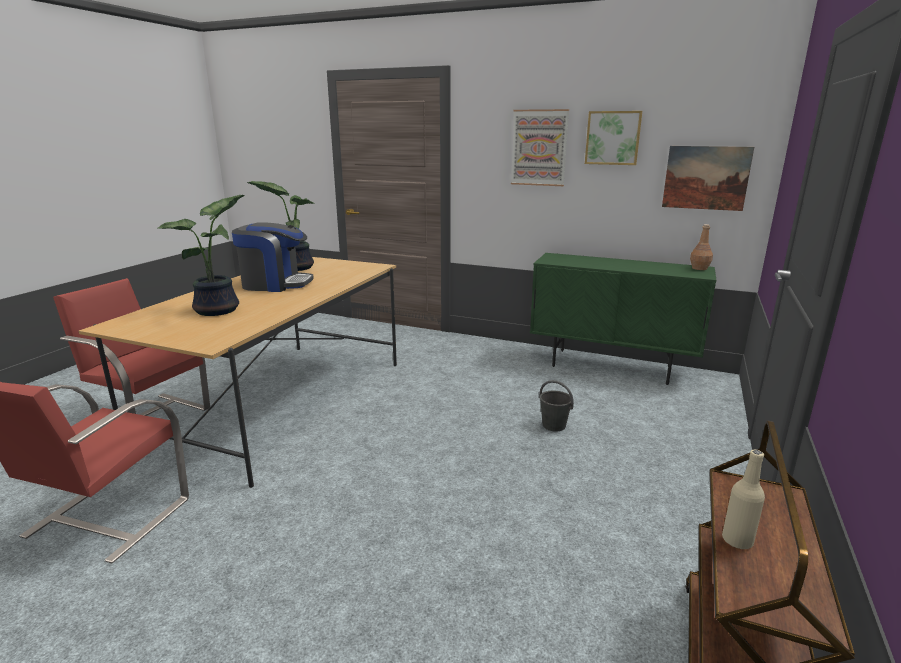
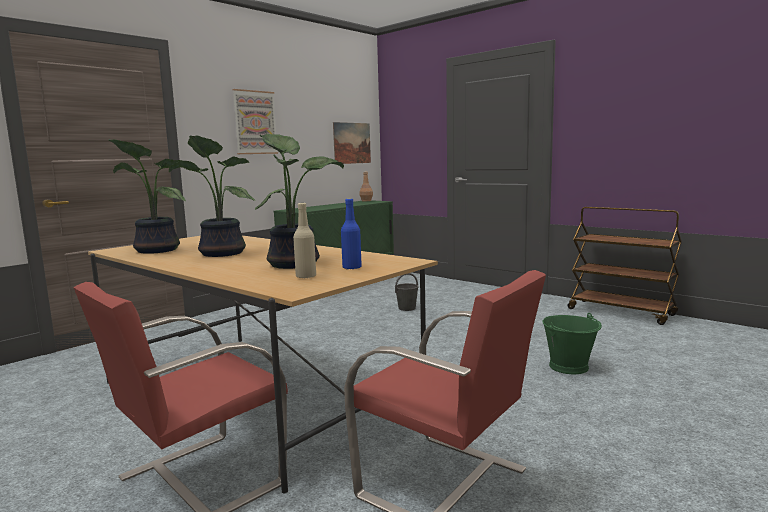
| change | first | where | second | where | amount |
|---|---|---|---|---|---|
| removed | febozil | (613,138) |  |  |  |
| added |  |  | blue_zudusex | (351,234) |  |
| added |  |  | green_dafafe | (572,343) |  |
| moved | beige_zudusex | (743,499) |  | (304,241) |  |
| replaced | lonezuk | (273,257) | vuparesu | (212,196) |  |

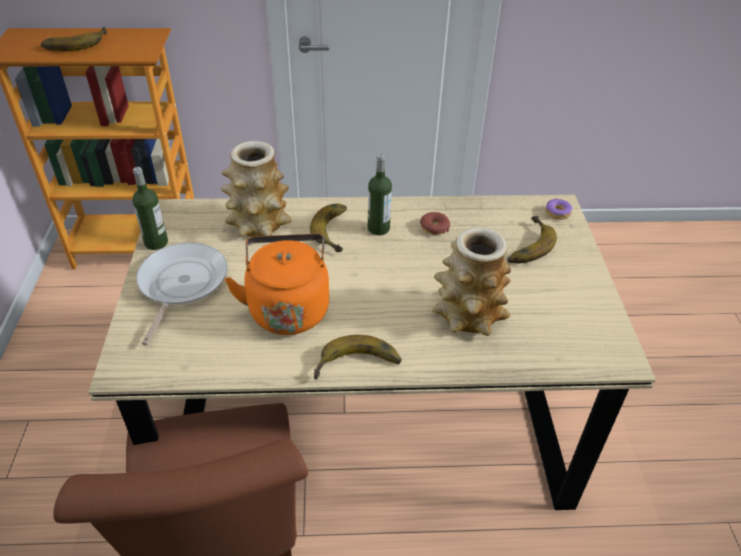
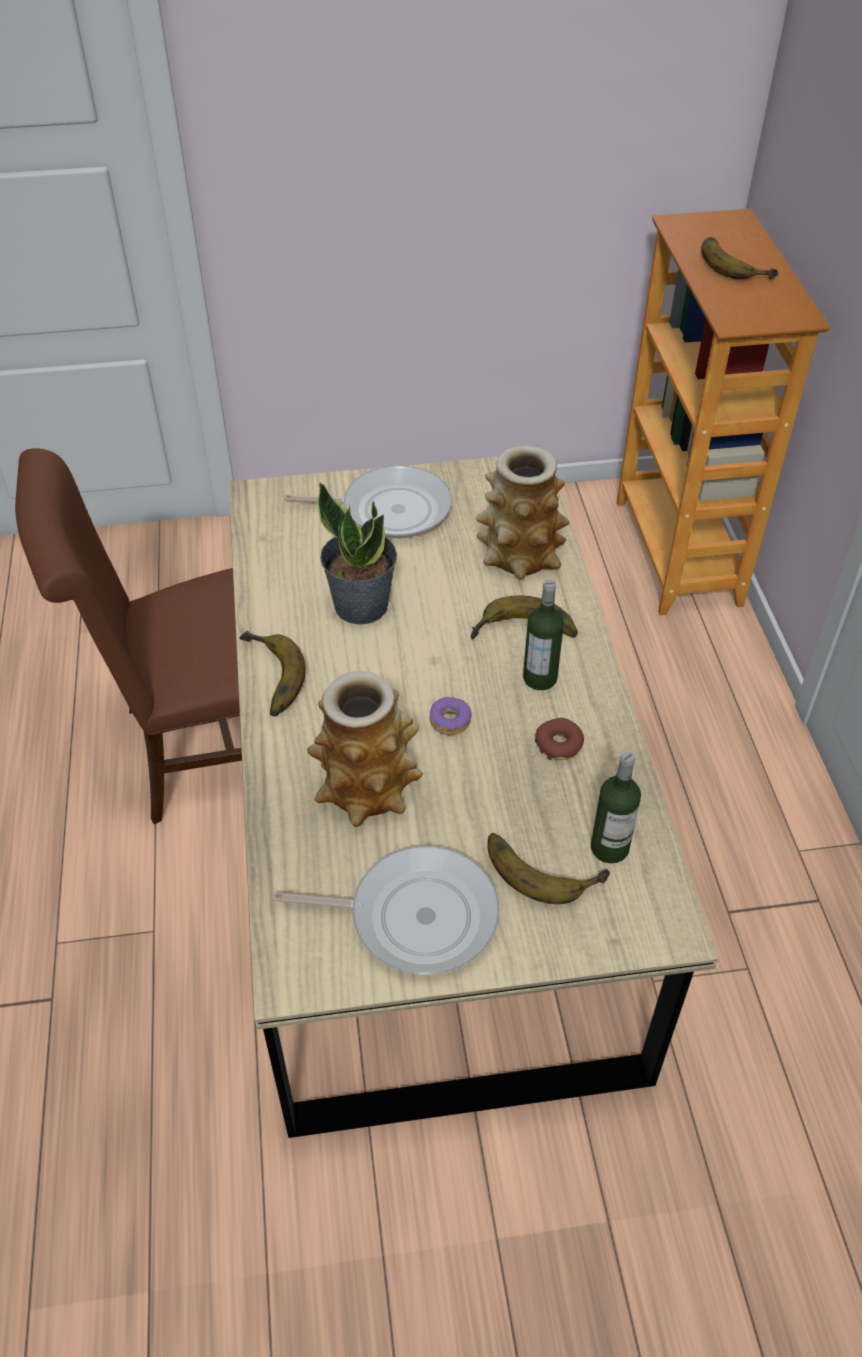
| change | first | where | second | where | amount |
|---|---|---|---|---|---|
| added |  |  | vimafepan | (385,910) |  |
| moved | zudusex | (150,208) |  | (616,807) |  |
| moved | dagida | (558,209) |  | (451,716) |  |
| replaced | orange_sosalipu | (277,284) | vuparesu | (357,553) |  |

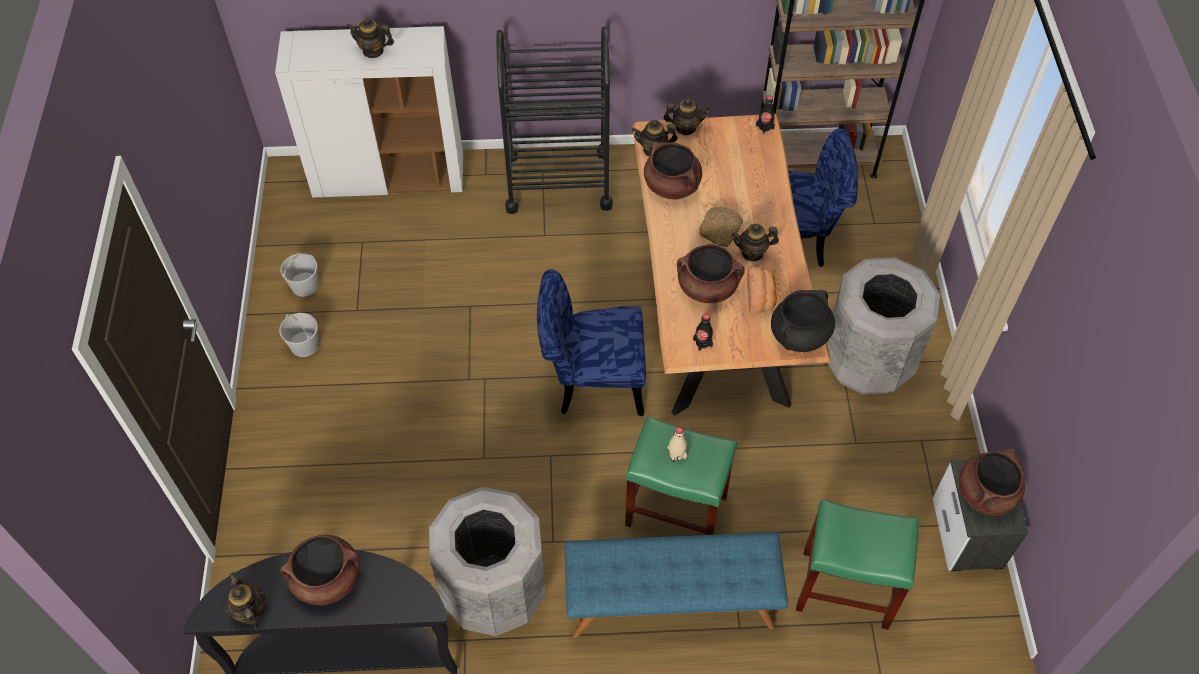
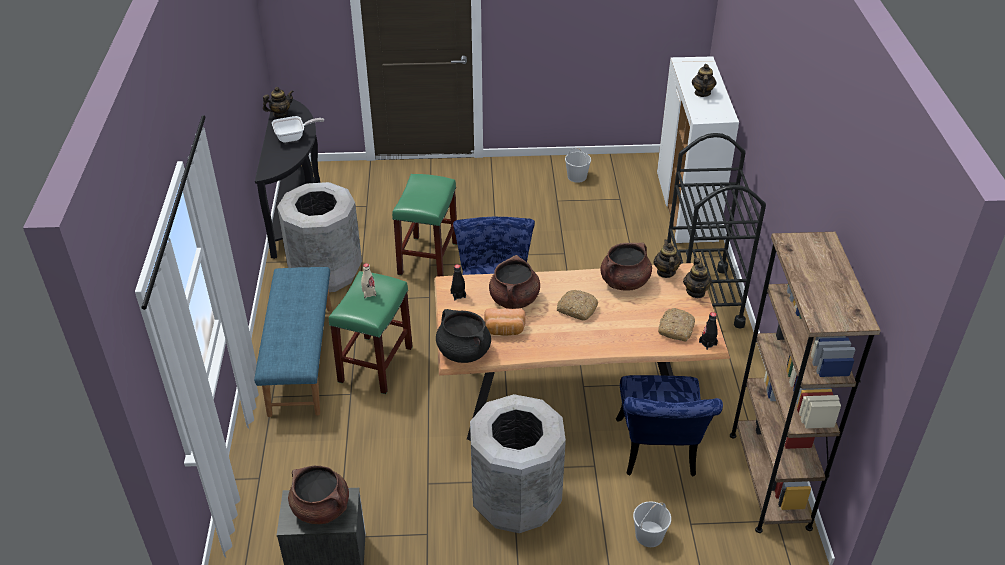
| change | first | where | second | where | amount |
|---|---|---|---|---|---|
| removed | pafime | (755,242) |  |  |  |
| added |  |  | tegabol | (676,324) |  |
| moved | white_dafafe | (299,335) |  | (652,524) |  |
| moved | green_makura | (857,564) |  | (424,225) |  |
| replaced | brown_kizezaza | (320,570) | vimafepan | (298,129) |  |

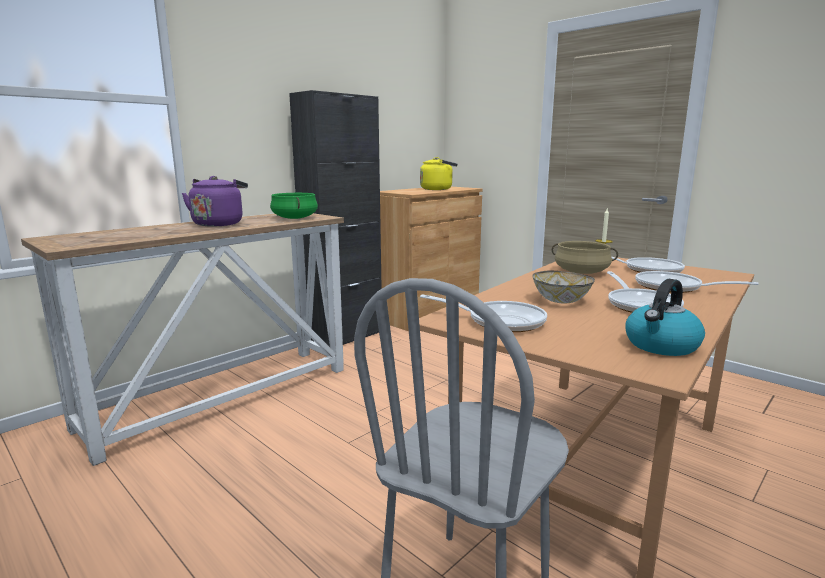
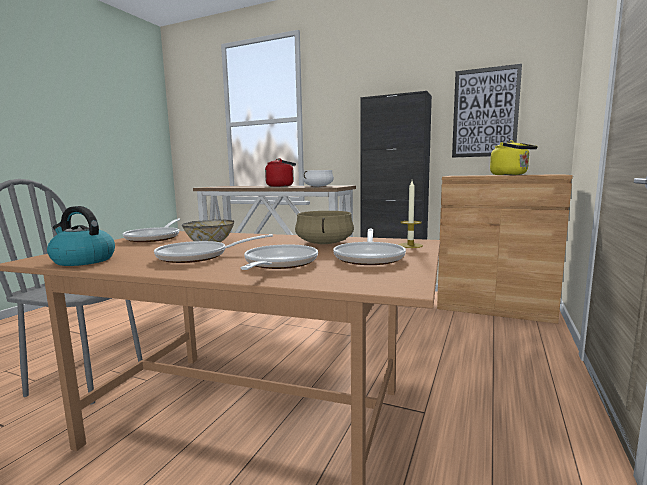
| change | first | where | second | where | amount |
|---|---|---|---|---|---|
| added |  |  | febozil | (487,111) |  |
| recoloured | purple_sosalipu | (215,201) | red_sosalipu | (280,172) |  |
| recoloured | green_kizezaza | (294,206) | white_kizezaza | (318,178) |  |

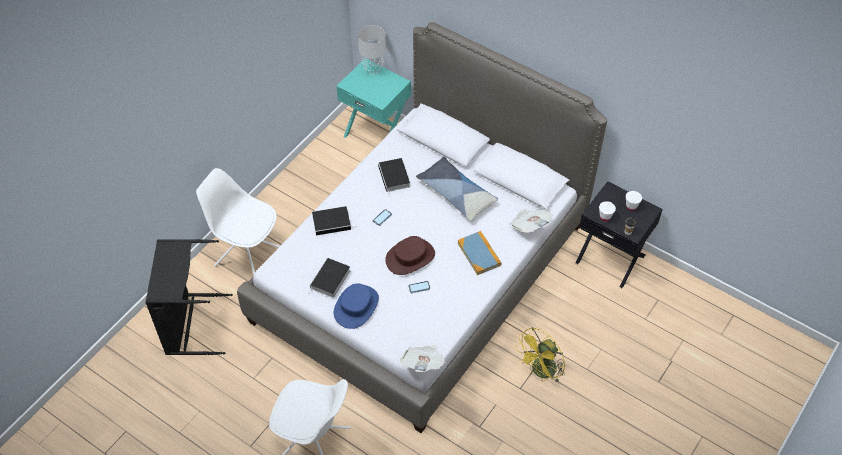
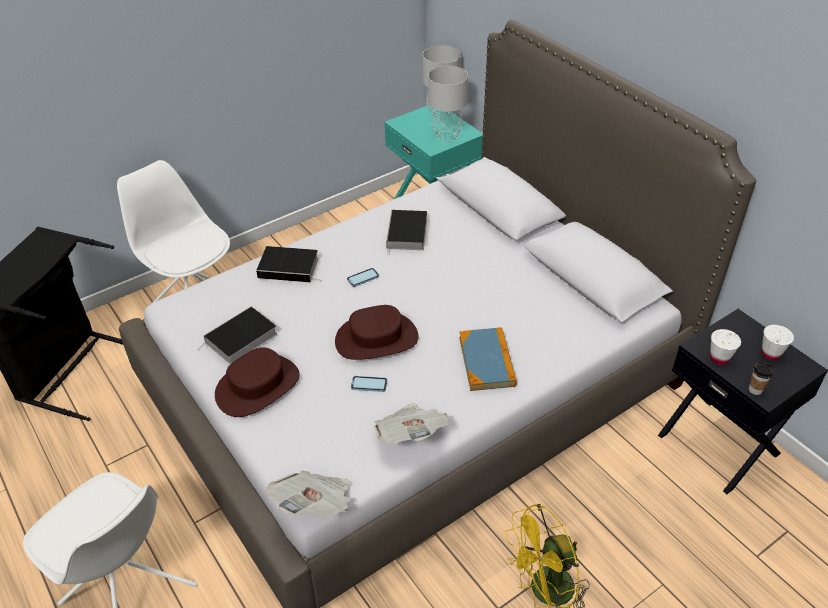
| change | first | where | second | where | amount |
|---|---|---|---|---|---|
| removed | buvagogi | (457,189) |  |  |  |
| added |  |  | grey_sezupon | (448,103) |  |
| moved | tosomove | (531,221) |  | (411,424) |  |
| recoloured | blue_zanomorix | (356,306) | brown_zanomorix | (257,382) |  |

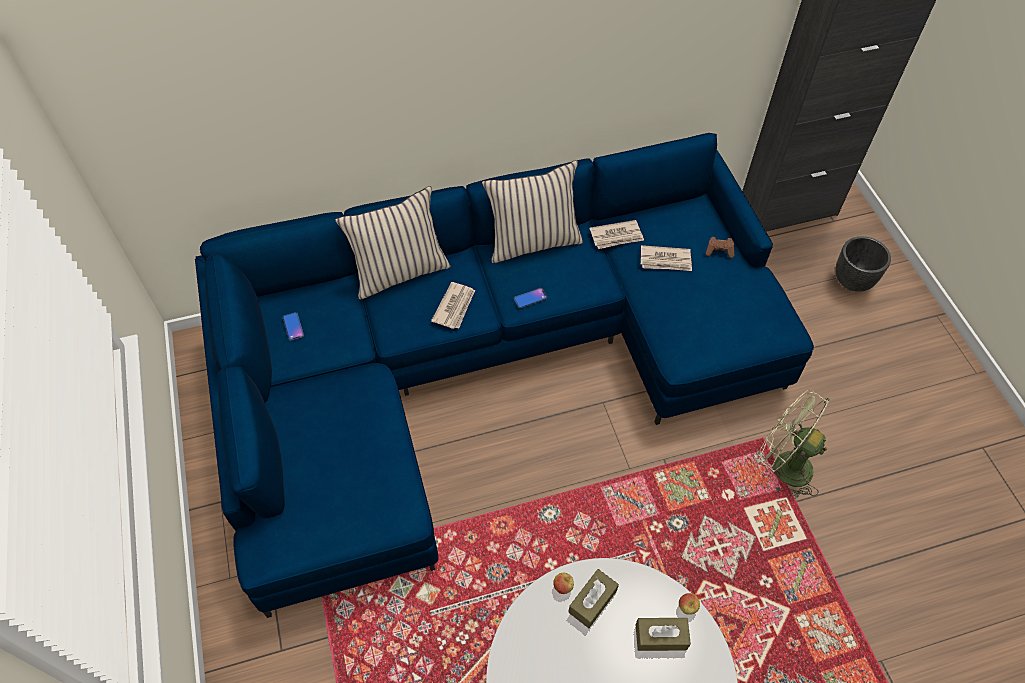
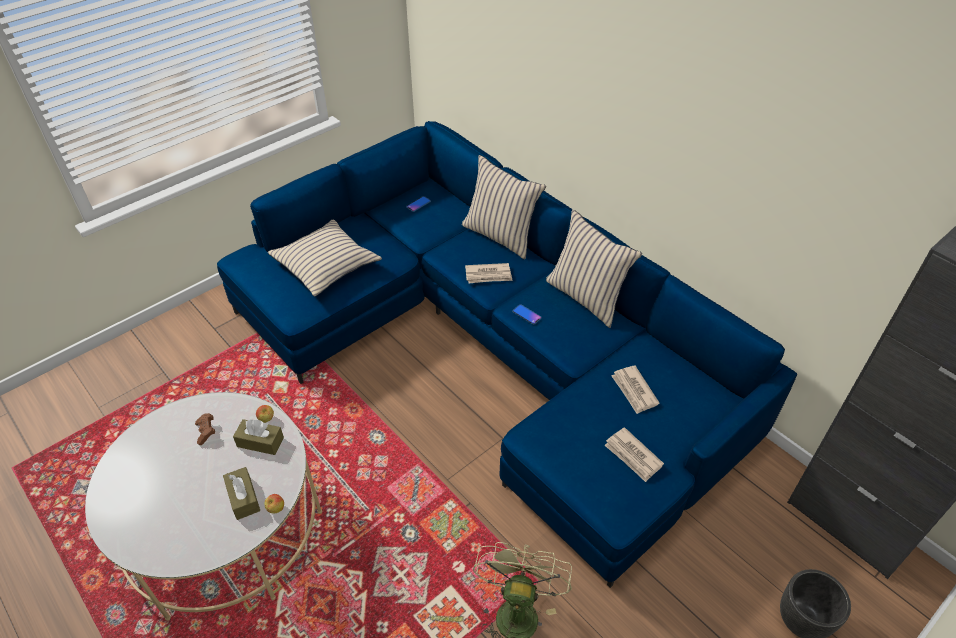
| change | first | where | second | where | amount |
|---|---|---|---|---|---|
| added |  |  | beige_buvagogi | (325,258) |  |
| moved | tosomove | (617,234) |  | (634,454) |  |
| moved | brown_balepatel | (720,247) |  | (205,429) |  |

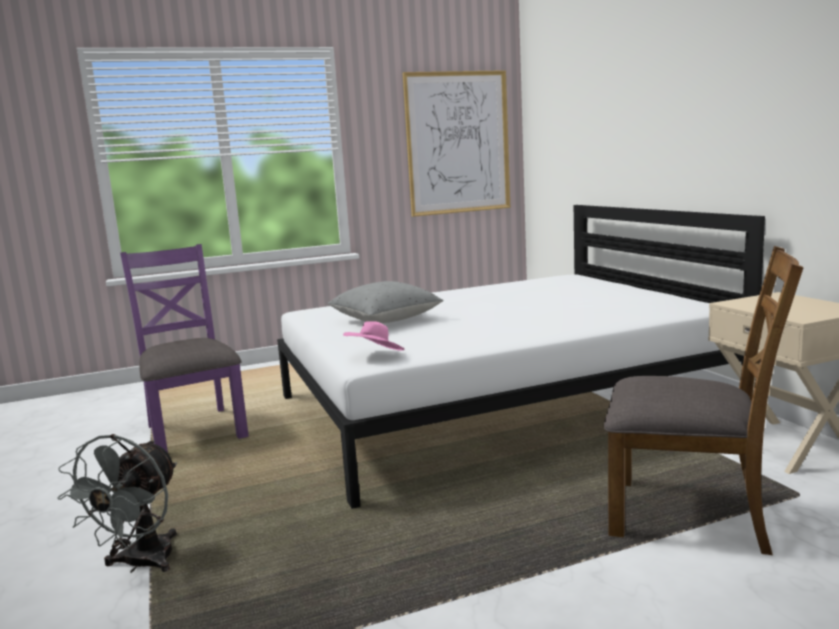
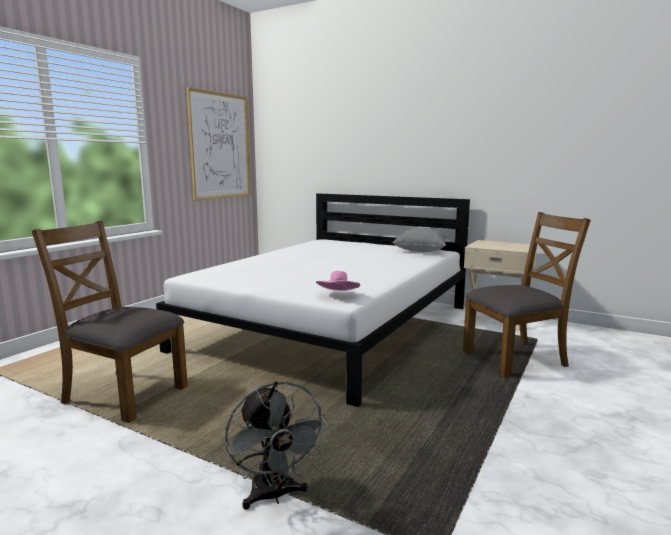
| change | first | where | second | where | amount |
|---|---|---|---|---|---|
| moved | grey_buvagogi | (385,302) |  | (420,240) |  |
| recoloured | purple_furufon | (184,348) | brown_furufon | (110,322) |  |

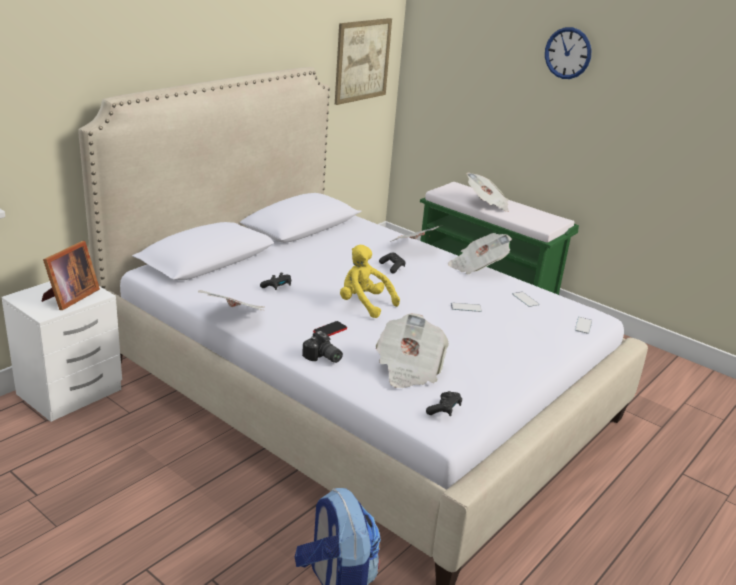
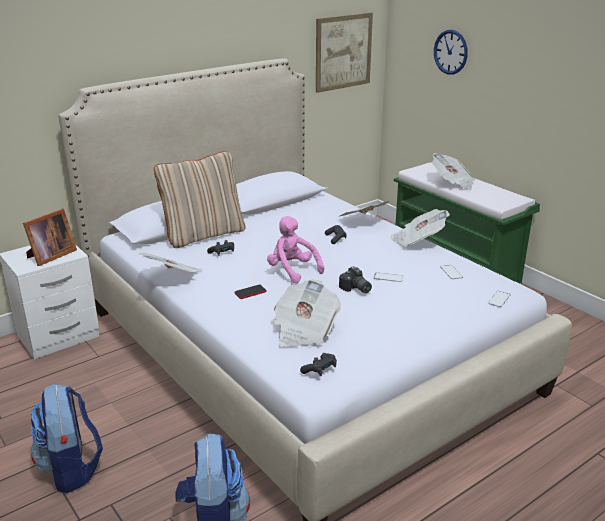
| change | first | where | second | where | amount |
|---|---|---|---|---|---|
| added |  |  | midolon | (67,438) |  |
| added |  |  | beige_buvagogi | (200,199) |  |
| moved | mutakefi | (322,347) |  | (355,279) |  |
| moved | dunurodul | (568,53) |  | (451,52) |  |
| recoloured | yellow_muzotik | (370,281) | pink_muzotik | (295,249) |  |

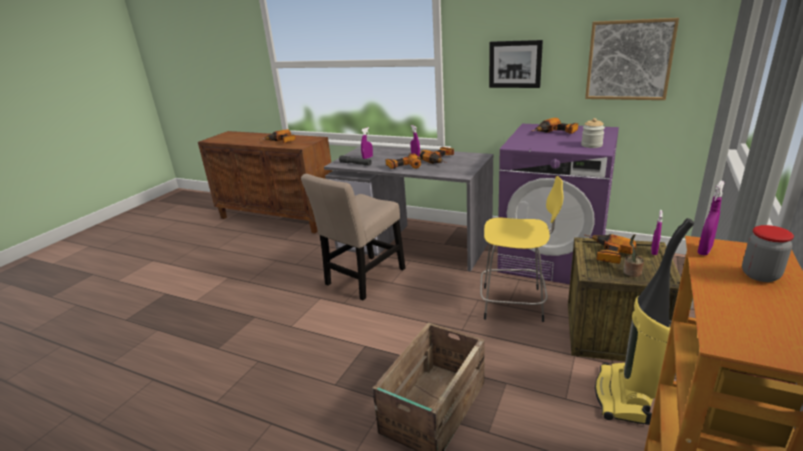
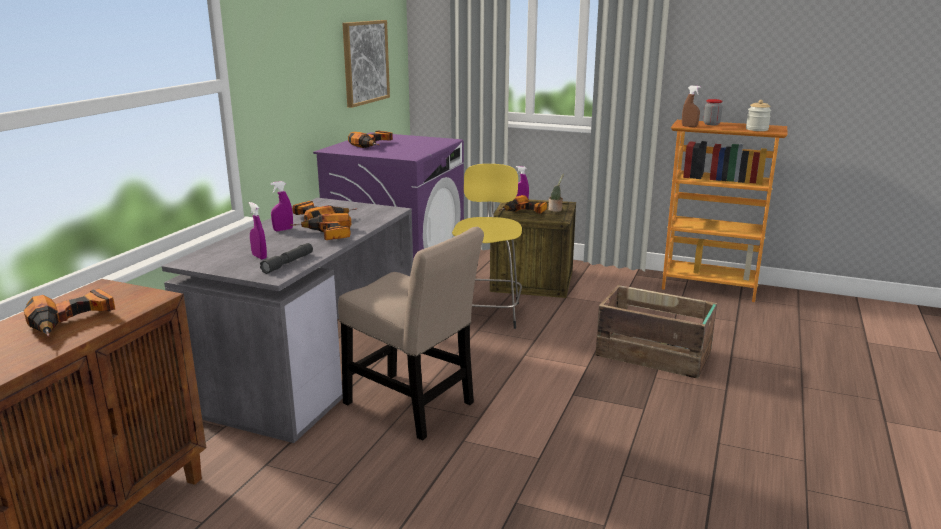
| change | first | where | second | where | amount |
|---|---|---|---|---|---|
| removed | febozil | (516,64) |  |  |  |
| removed | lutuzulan | (644,321) |  |  |  |
| moved | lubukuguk | (593,133) |  | (758,115) |  |
| recoloured | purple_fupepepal | (710,218) | brown_fupepepal | (691,106) |  |

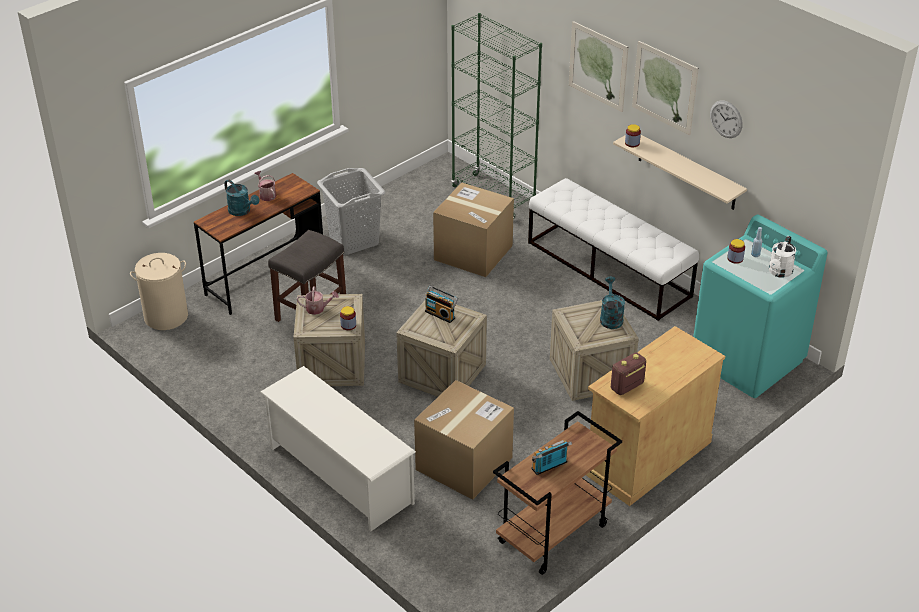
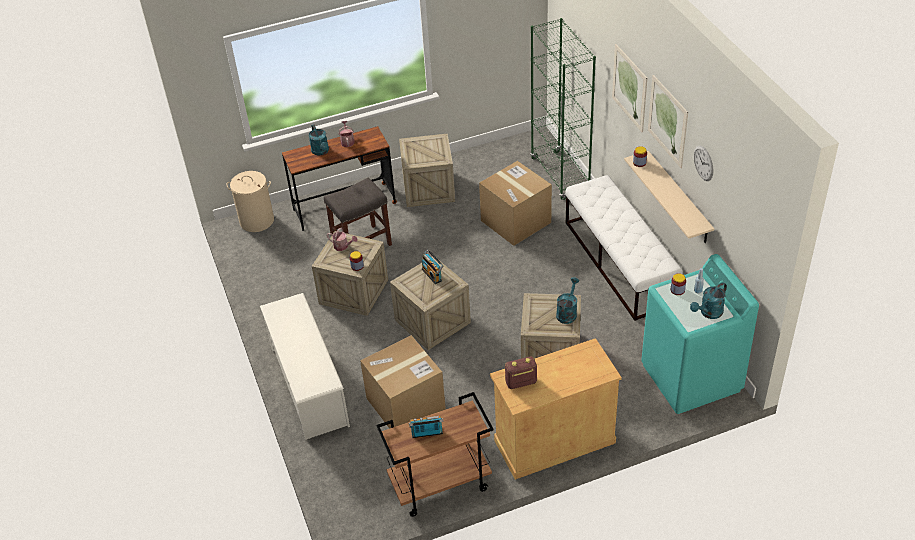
| change | first | where | second | where | amount |
|---|---|---|---|---|---|
| replaced | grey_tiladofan | (351,211) | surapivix | (427,170) |  |
| recoloured | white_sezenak | (782,257) | turquoise_sezenak | (708,300) |  |

